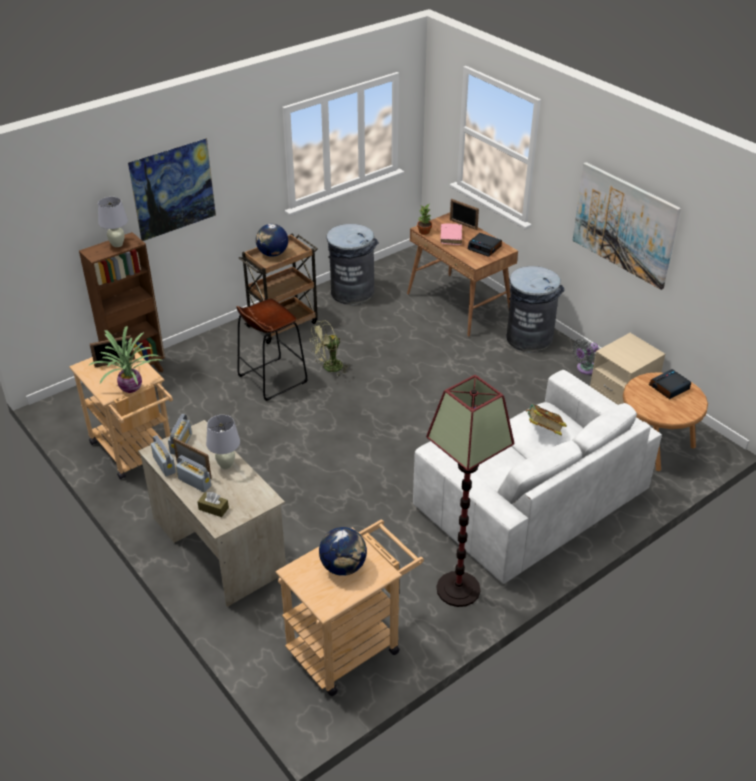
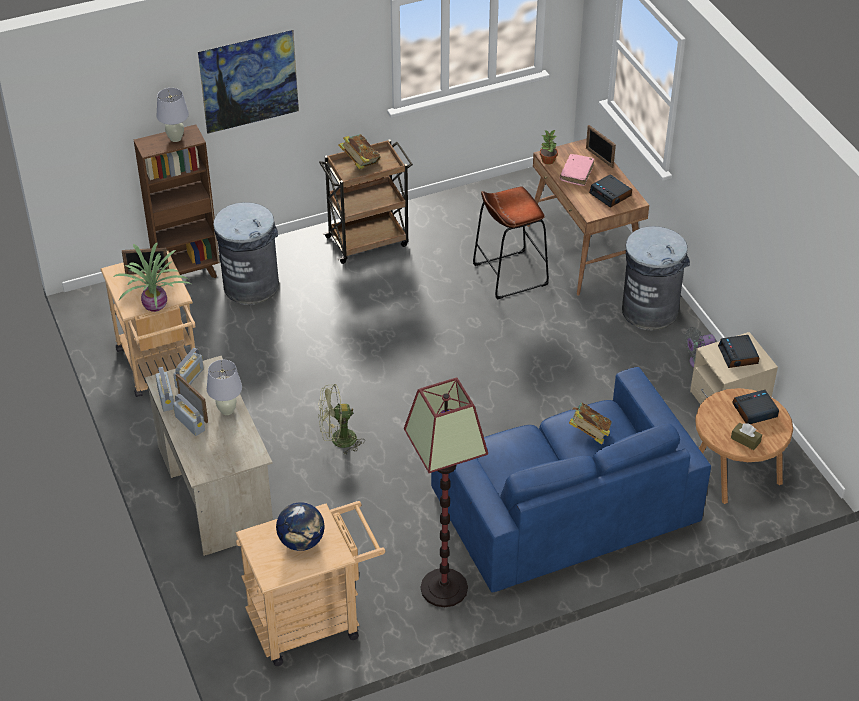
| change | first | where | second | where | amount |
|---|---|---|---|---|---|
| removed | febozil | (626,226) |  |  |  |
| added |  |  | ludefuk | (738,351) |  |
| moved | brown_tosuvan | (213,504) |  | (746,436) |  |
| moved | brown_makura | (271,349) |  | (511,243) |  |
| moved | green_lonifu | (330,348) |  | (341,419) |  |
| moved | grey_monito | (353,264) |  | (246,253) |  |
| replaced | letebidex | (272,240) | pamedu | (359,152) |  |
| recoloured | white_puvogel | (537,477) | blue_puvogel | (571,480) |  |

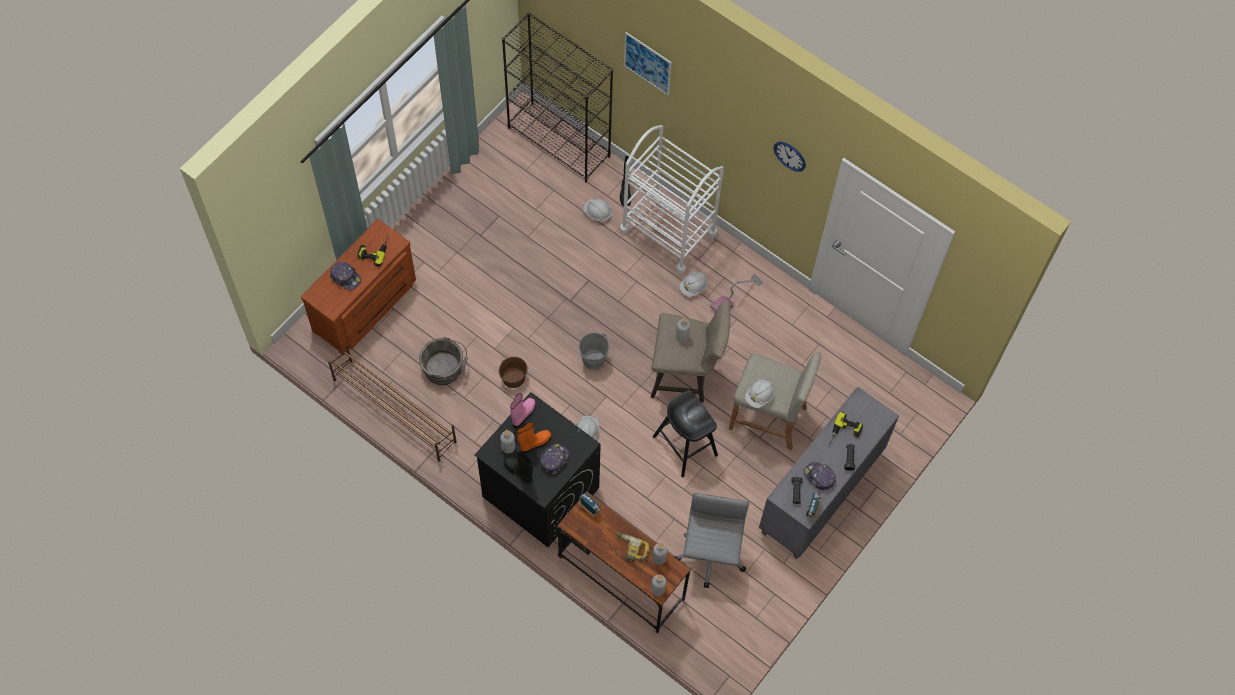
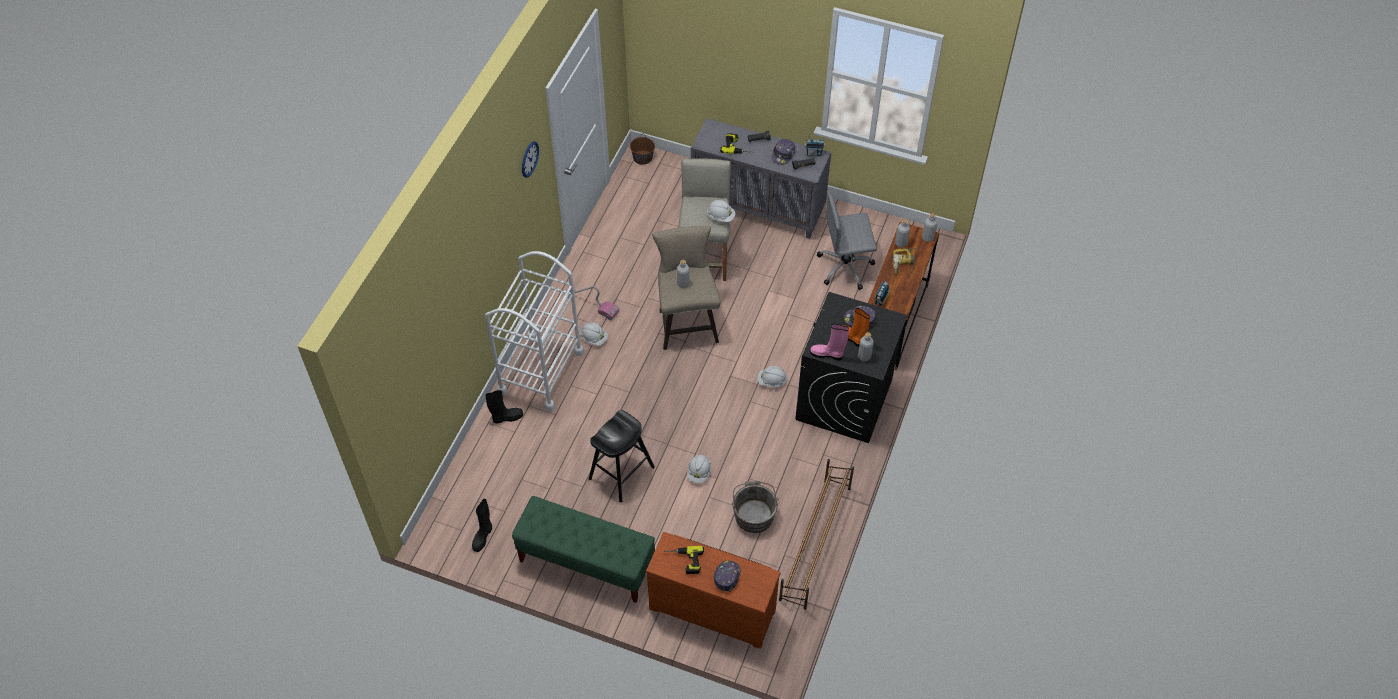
| change | first | where | second | where | amount |
|---|---|---|---|---|---|
| removed | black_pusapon | (557,97) |  |  |  |
| removed | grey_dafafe | (596,351) |  |  |  |
| removed | febozil | (648,64) |  |  |  |
| added |  |  | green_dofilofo | (583,549) |  |
| moved | brown_dafafe | (513,372) |  | (642,150) |  |
| moved | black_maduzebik | (518,467) |  | (482,525) |  |
| moved | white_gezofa | (597,210) |  | (699,469) |  |
| moved | black_makura | (685,433) |  | (622,456) |  |

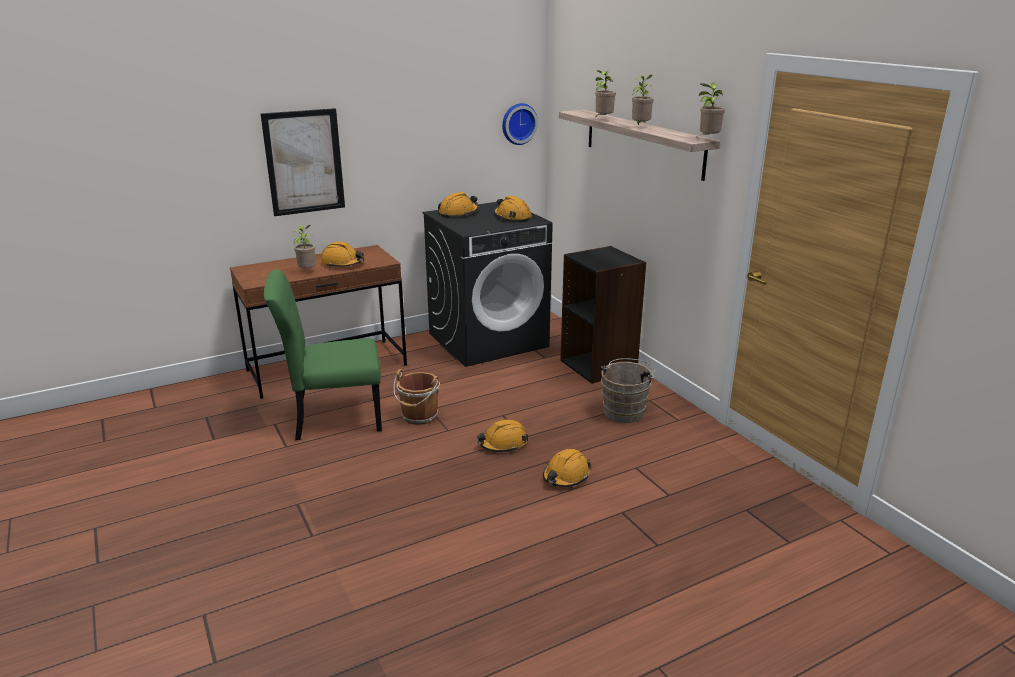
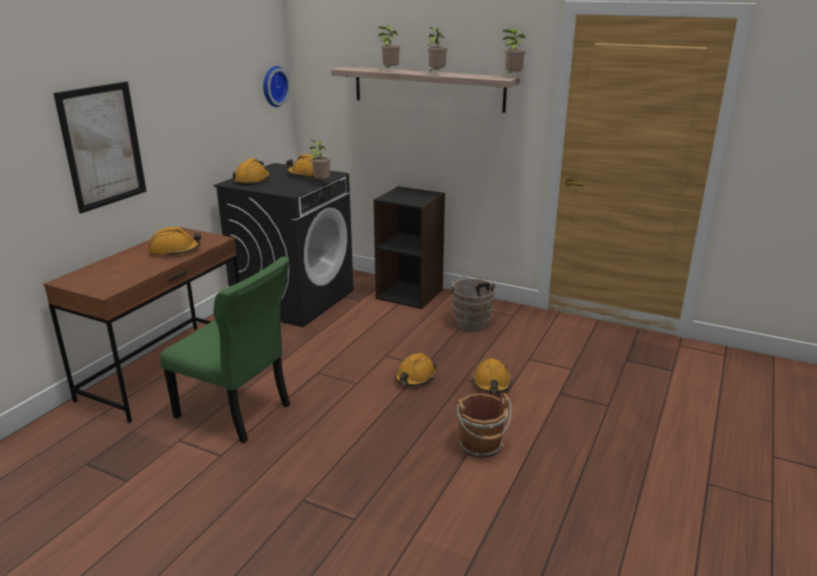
| change | first | where | second | where | amount |
|---|---|---|---|---|---|
| moved | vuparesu | (305,246) |  | (320,160) |  |
| moved | brown_dafafe | (417,397) |  | (484,425) |  |
| turned | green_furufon | (323,355) |  | (225,349) | 105 degrees counterclockwise |

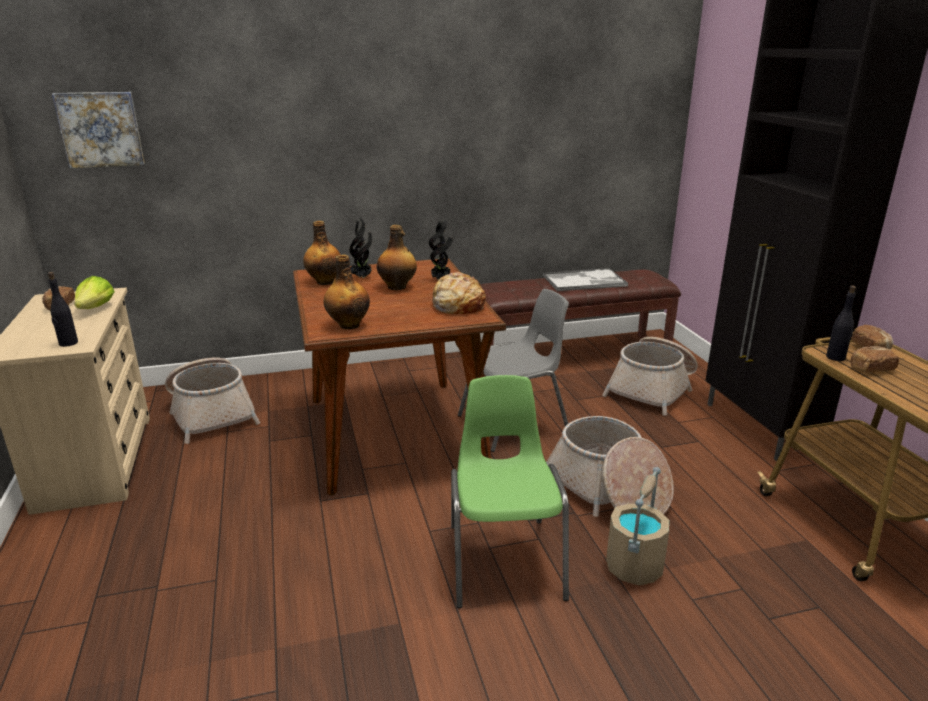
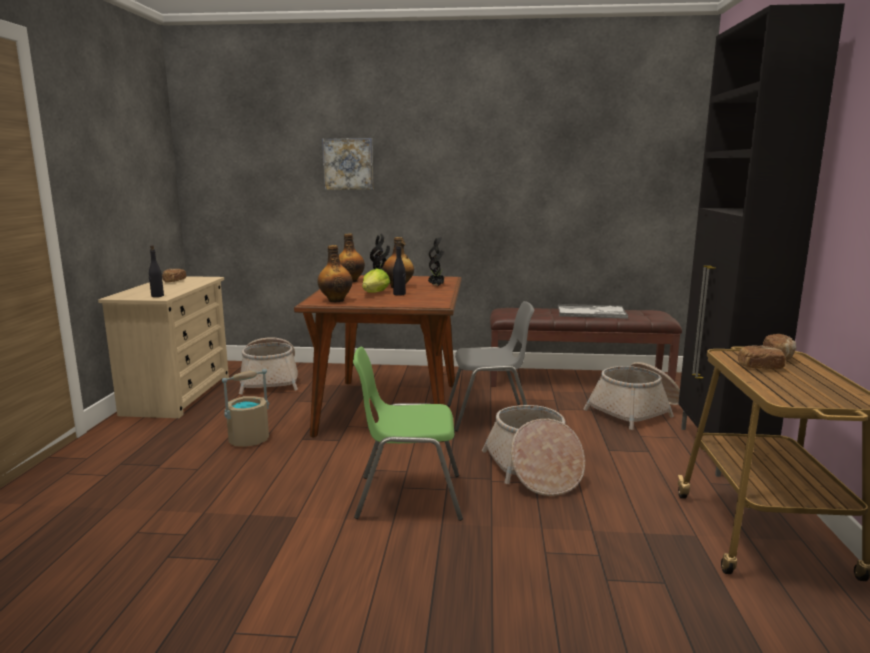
| change | first | where | second | where | amount |
|---|---|---|---|---|---|
| removed | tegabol | (459,293) |  |  |  |
| moved | febozil | (98,130) |  | (347,164) |  |
| moved | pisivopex | (94,292) |  | (376,280) |  |
| moved | beige_dafafe | (638,526) |  | (245,408) |  |
| moved | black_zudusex | (841,323) |  | (399,269) |  |
| turned | green_furufon | (510,492) |  | (408,434) | 105 degrees counterclockwise |

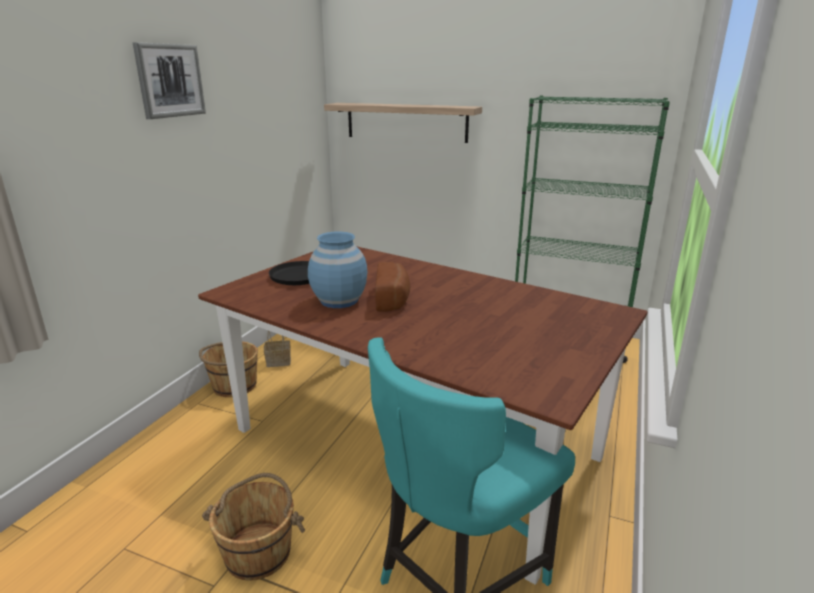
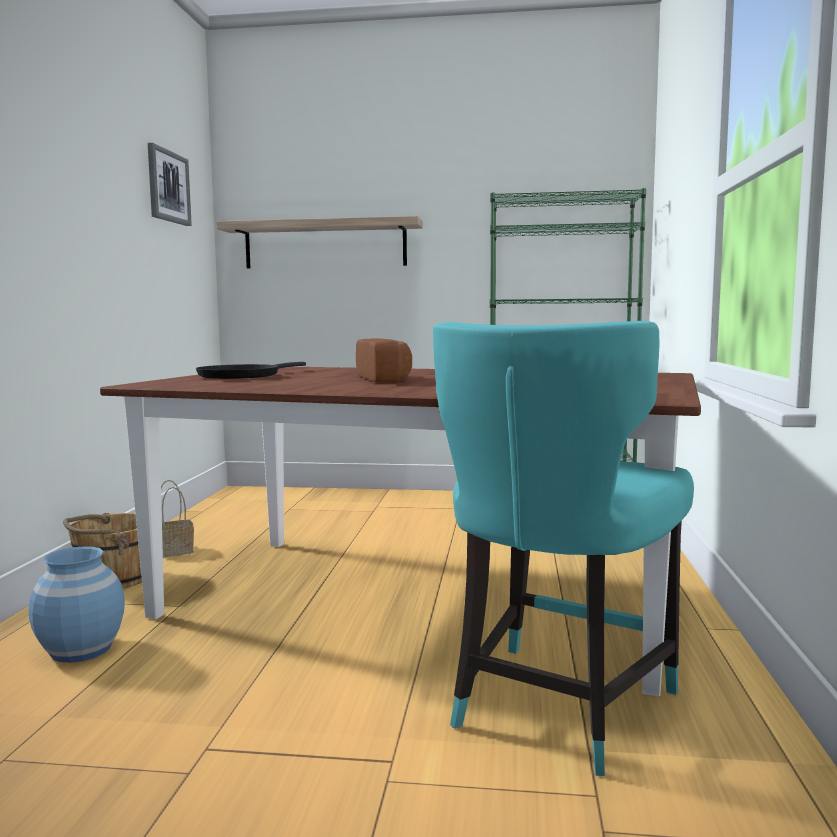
| change | first | where | second | where | amount |
|---|---|---|---|---|---|
| removed | brown_dafafe | (253,527) |  |  |  |
| moved | febozil | (169,80) |  | (170,184) |  |
| moved | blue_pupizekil | (337,270) |  | (77,604) |  |

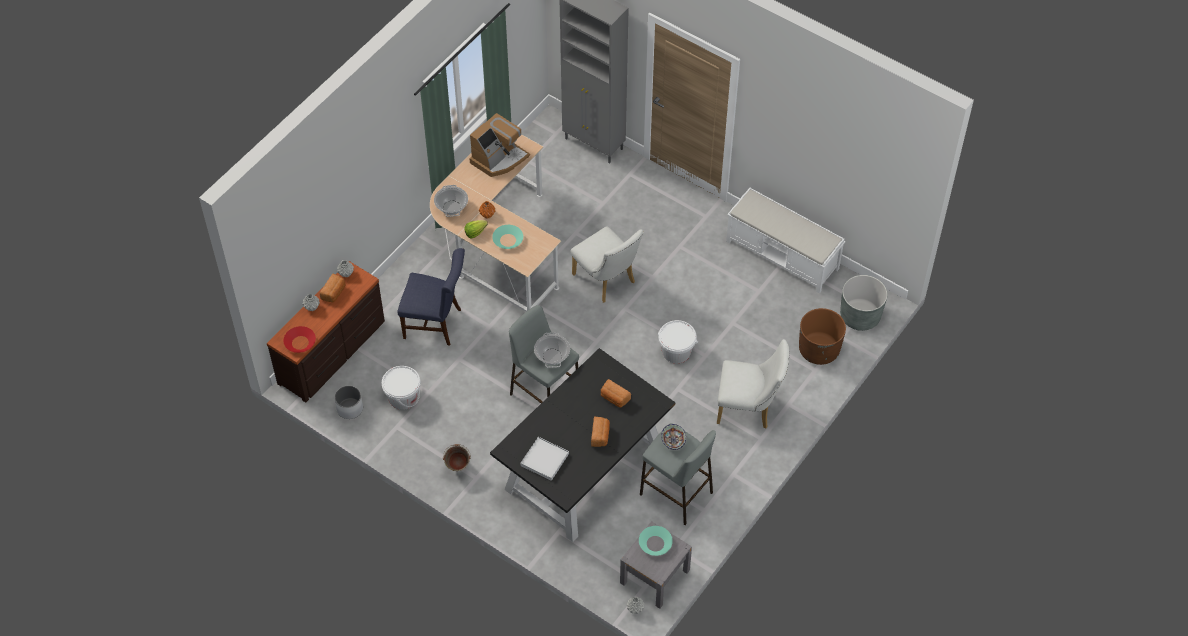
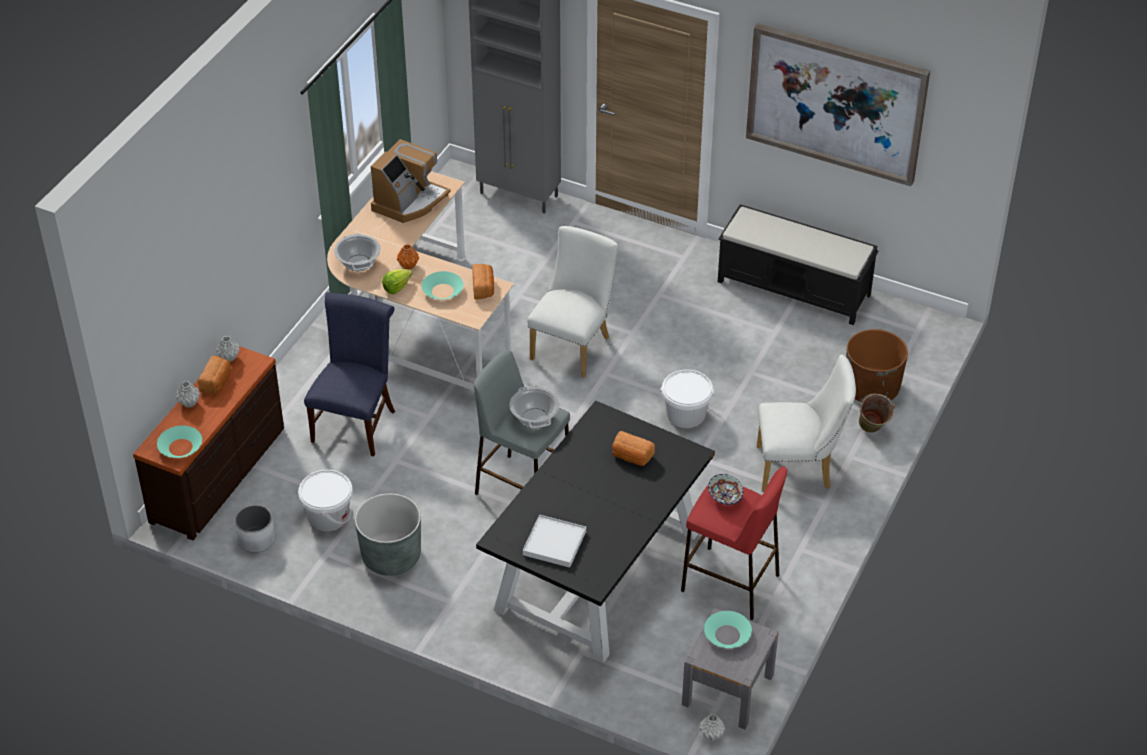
| change | first | where | second | where | amount |
|---|---|---|---|---|---|
| added |  |  | febozil | (838,104) |  |
| moved | green_dafafe | (457,457) |  | (877,413) |  |
| moved | tegabol | (600,432) |  | (483,282) |  |
| moved | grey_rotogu | (864,303) |  | (388,534) |  |
| recoloured | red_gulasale | (299,339) | turquoise_gulasale | (179,441) |  |
| recoloured | grey_makura | (678,474) | red_makura | (734,543) |  |
| recoloured | white_dofilofo | (785,240) | black_dofilofo | (798,264) |  |
| turned | blue_furufon | (431,297) |  | (349,374) | 75 degrees counterclockwise |
| turned | white_furufon | (607,264) |  | (572,302) | 105 degrees counterclockwise |

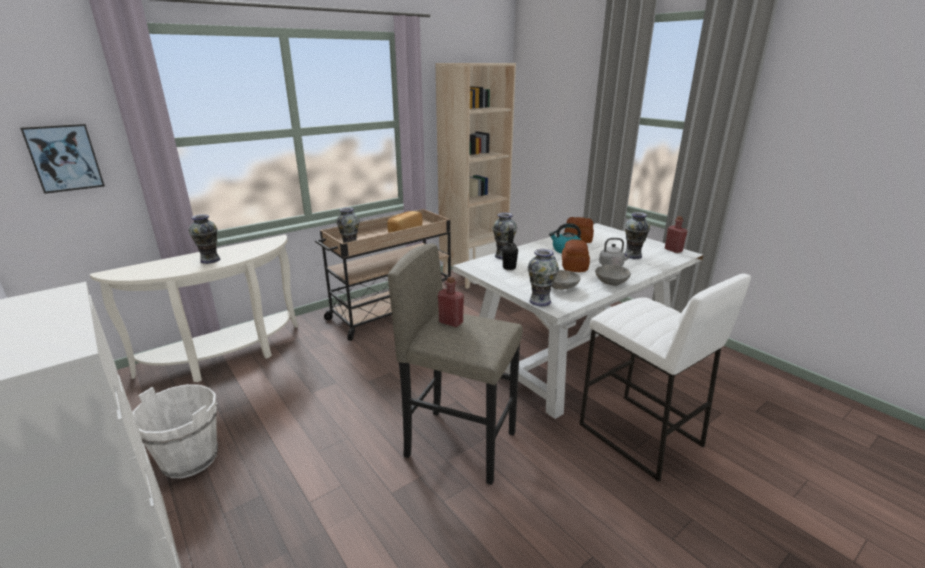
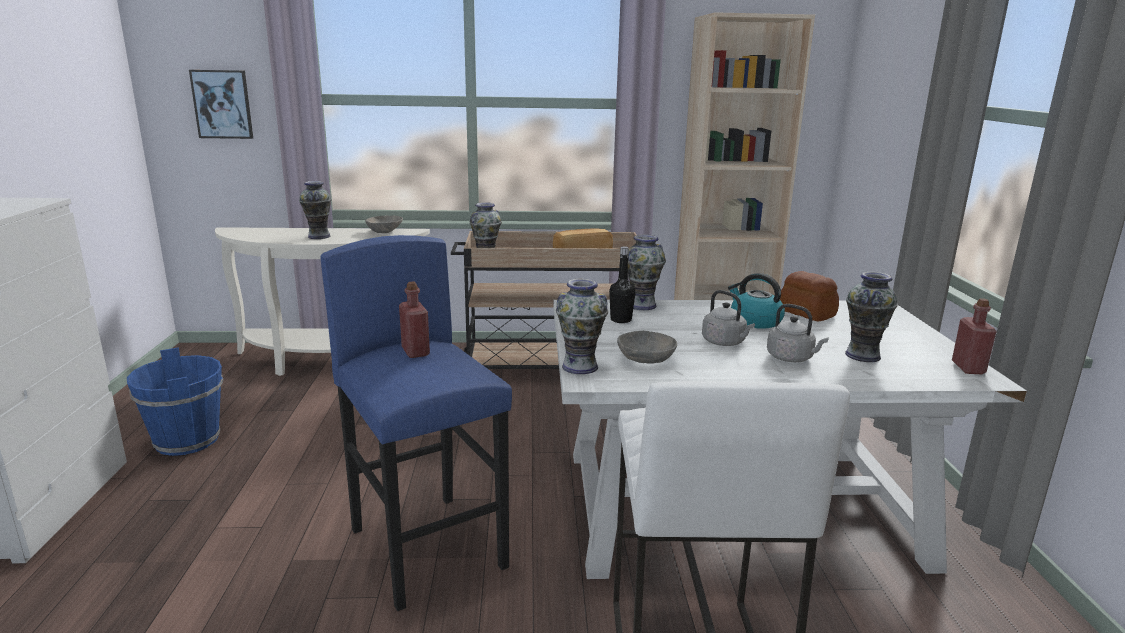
| change | first | where | second | where | amount |
|---|---|---|---|---|---|
| moved | grey_gulasale | (613,275) |  | (384,224) |  |
| replaced | tegabol | (576,255) | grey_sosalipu | (728,318) |  |
| recoloured | white_dafafe | (175,431) | blue_dafafe | (175,401) |  |
| recoloured | grey_makura | (455,364) | blue_makura | (416,423) |  |

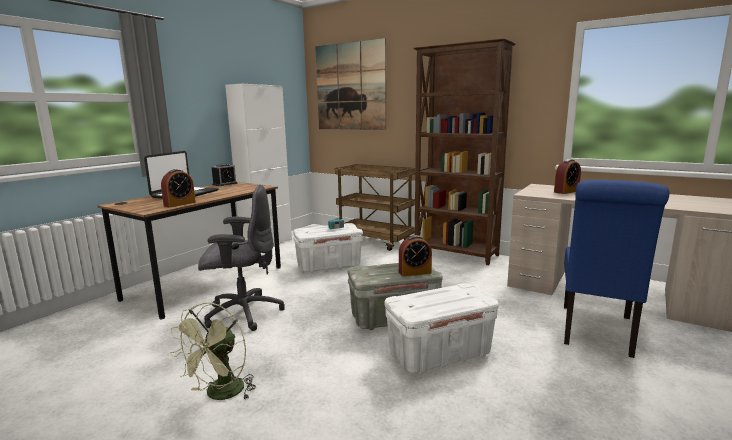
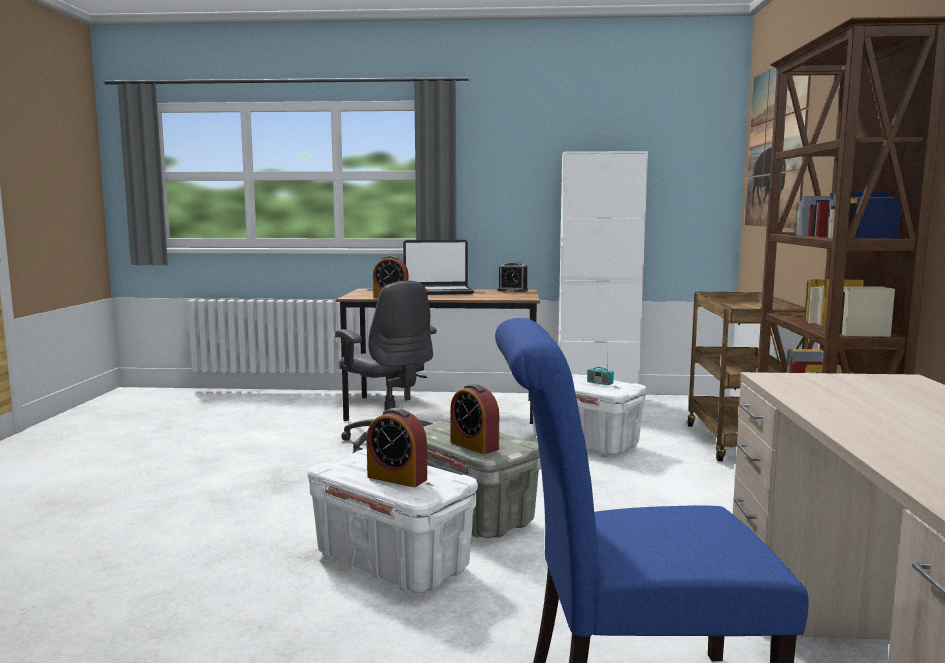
| change | first | where | second | where | amount |
|---|---|---|---|---|---|
| removed | green_lonifu | (213,351) |  |  |  |
| moved | ludefuk | (567,176) |  | (397,447) |  |

